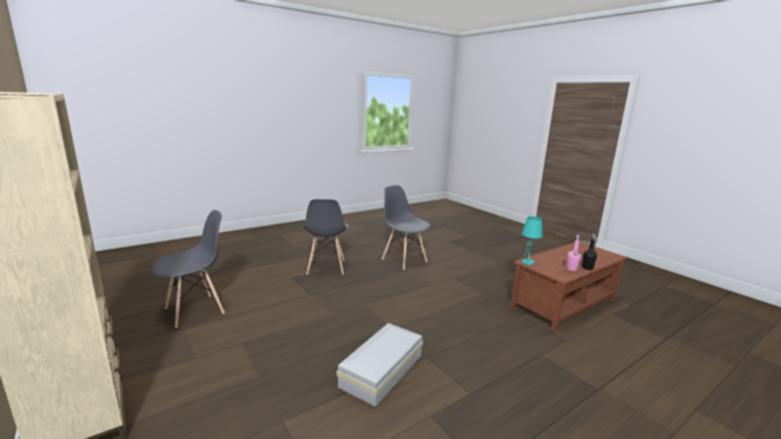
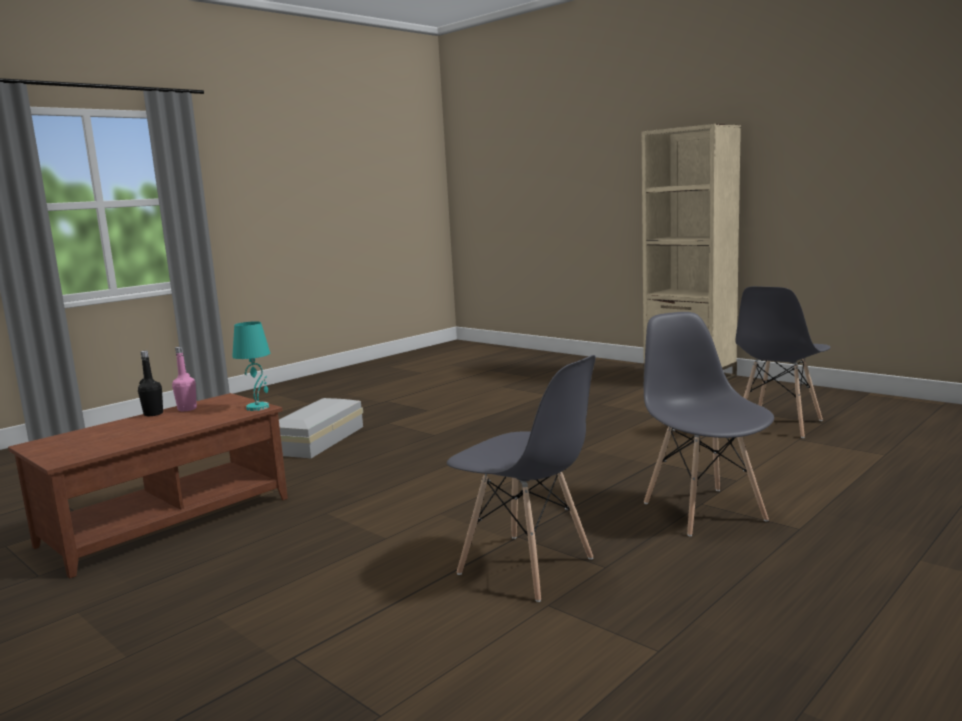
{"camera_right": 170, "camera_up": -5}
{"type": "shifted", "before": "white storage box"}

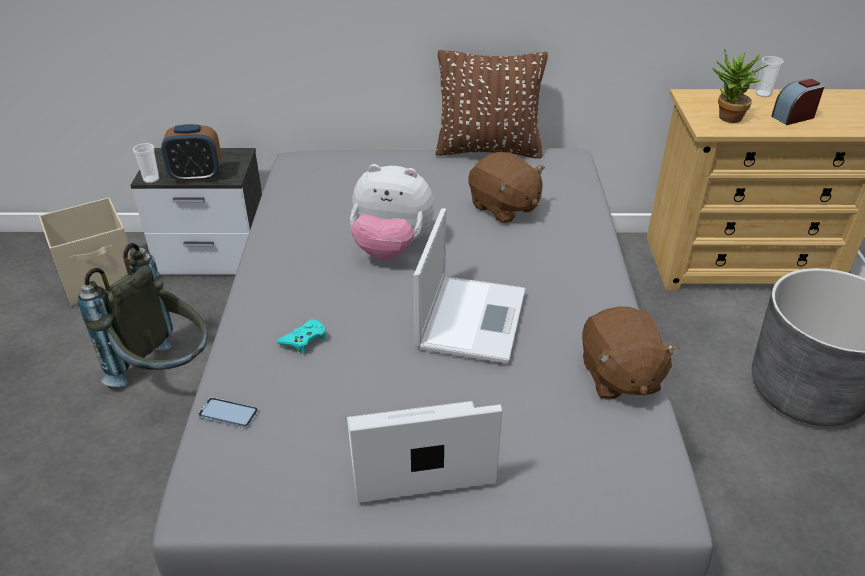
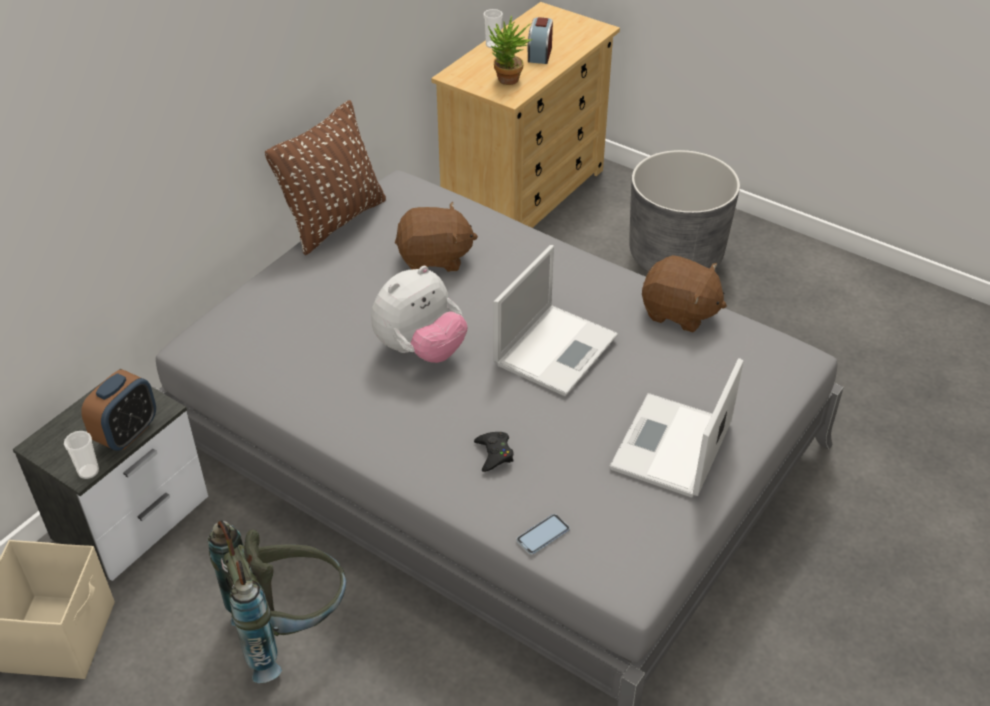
{"camera_right": -55, "camera_up": 5}
{"type": "repainted", "before": "turquoise game controller", "after": "black game controller"}
{"type": "rotated", "before": "laptop (no. 2 from left in the first image)", "turn": 75}

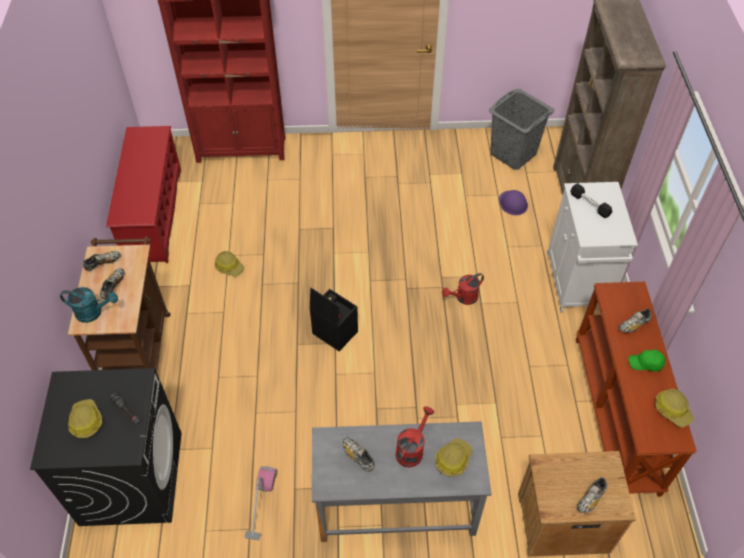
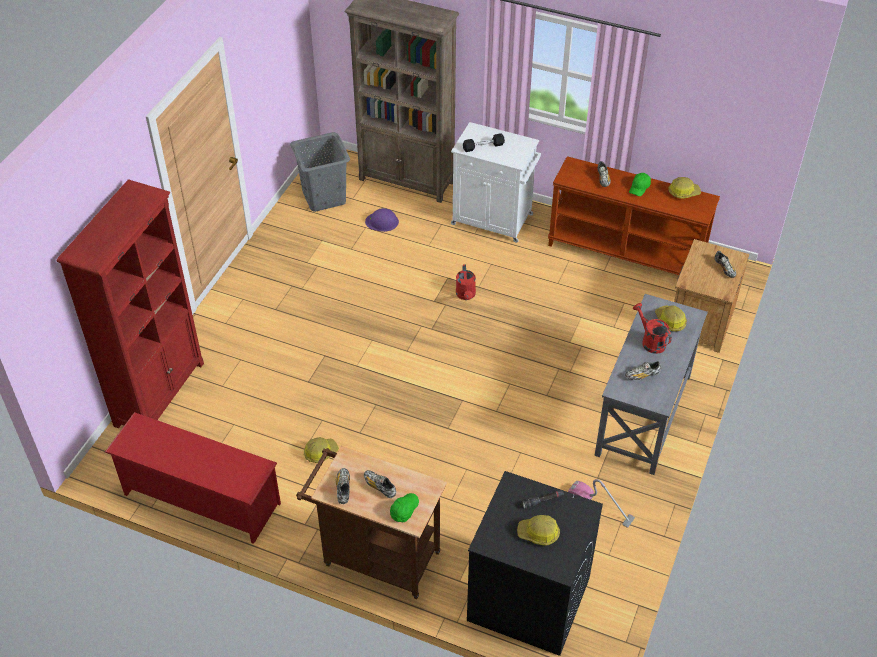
{"camera_right": -65, "camera_up": -5}
{"type": "gone", "before": "black storage box"}
{"type": "swapped", "before": "turquoise watering can", "after": "green cap (no. 1 from left)"}

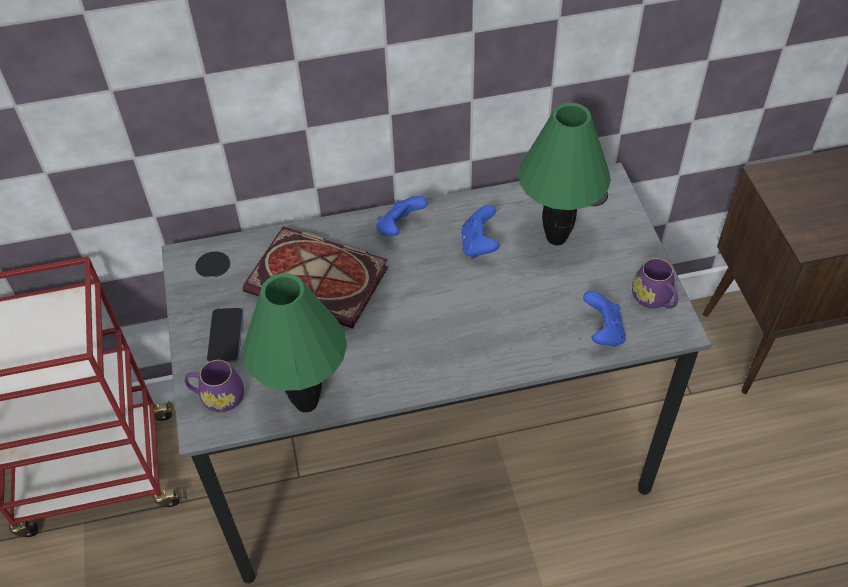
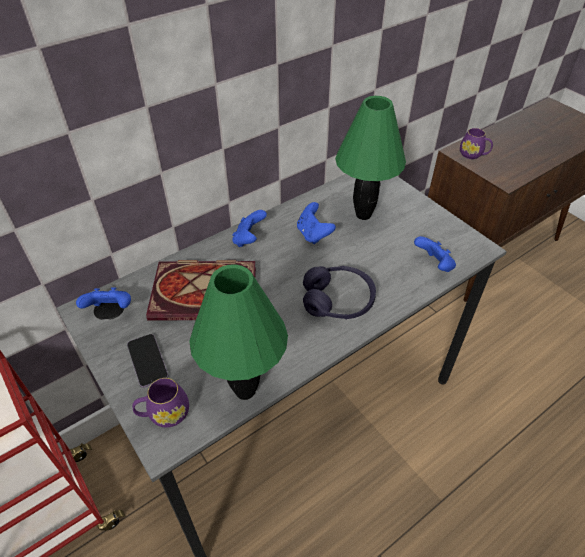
{"camera_right": -25, "camera_up": -5}
{"type": "new", "after": "blue game controller (no. 1 from left)"}
{"type": "new", "after": "purple headphones"}
{"type": "shifted", "before": "purple mug (no. 2 from left)"}

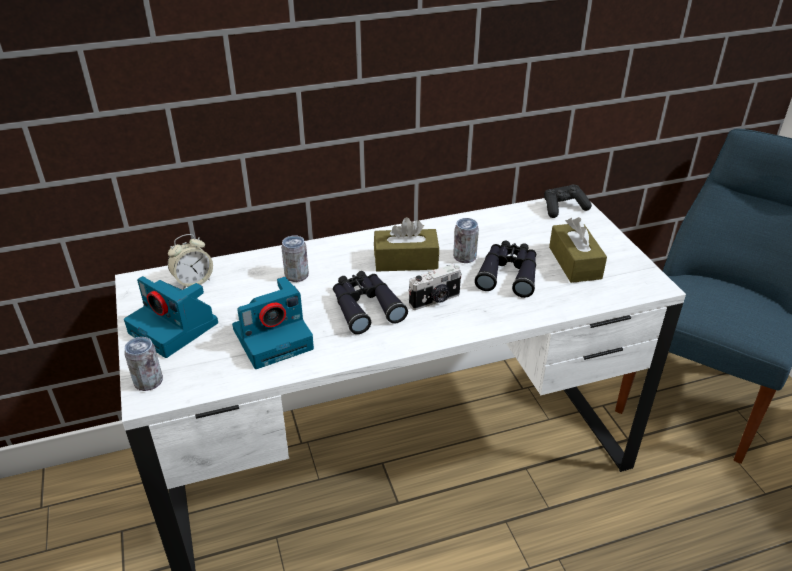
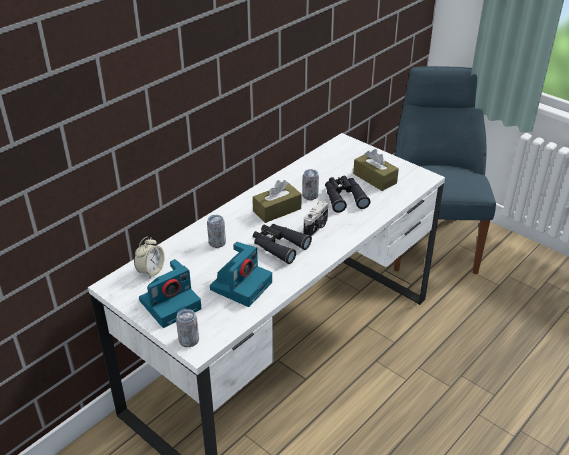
{"camera_right": -30, "camera_up": 0}
{"type": "gone", "before": "black game controller"}
{"type": "rotated", "before": "photo camera (no. 1 from left)", "turn": -45}

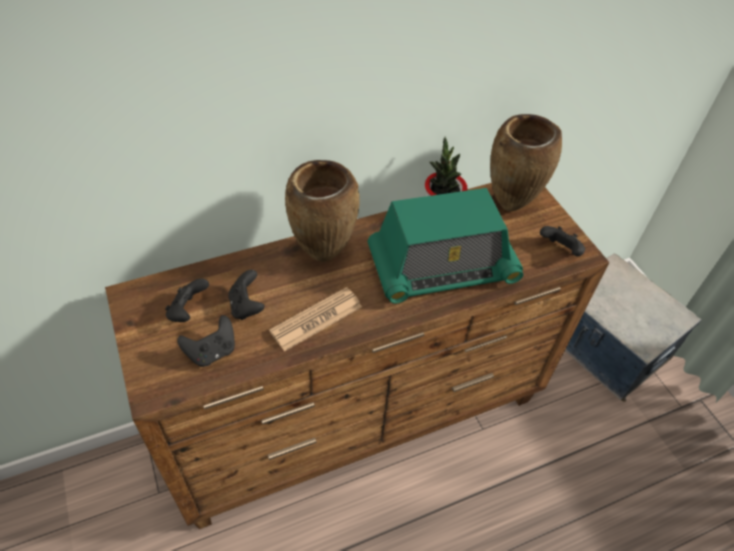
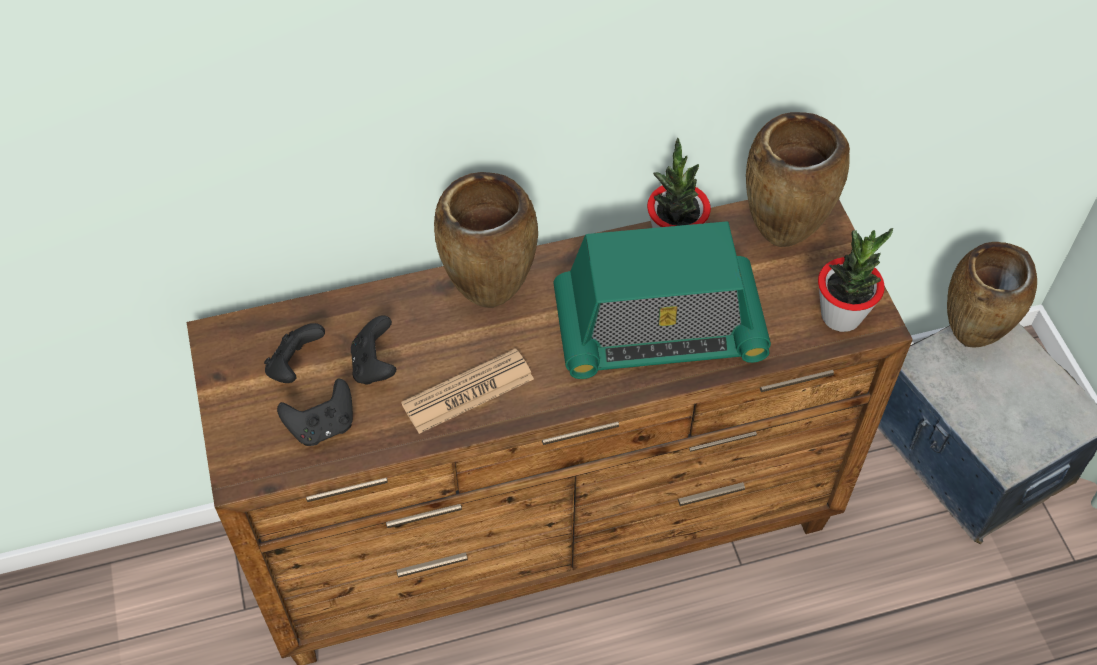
{"camera_right": 10, "camera_up": 5}
{"type": "new", "after": "brown vase (no. 3 from left)"}
{"type": "swapped", "before": "black game controller (no. 4 from left)", "after": "potted plant (no. 2 from left)"}

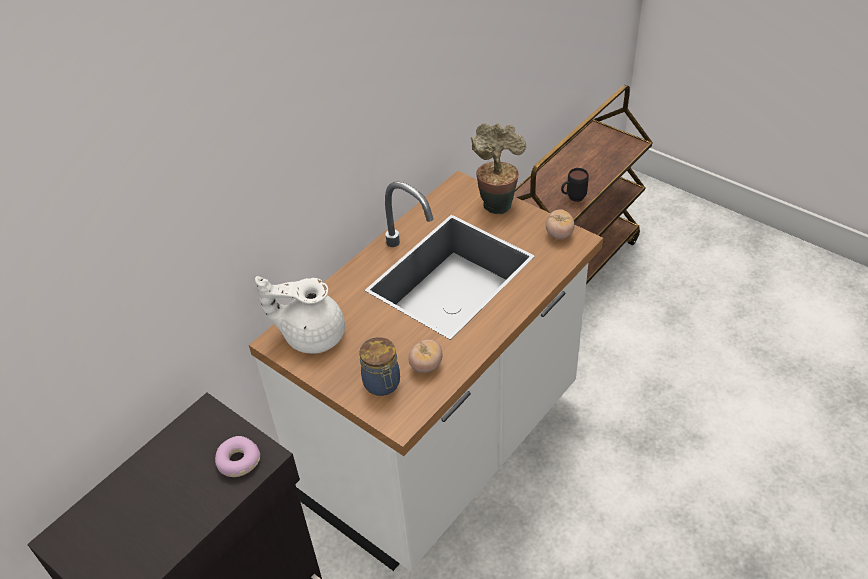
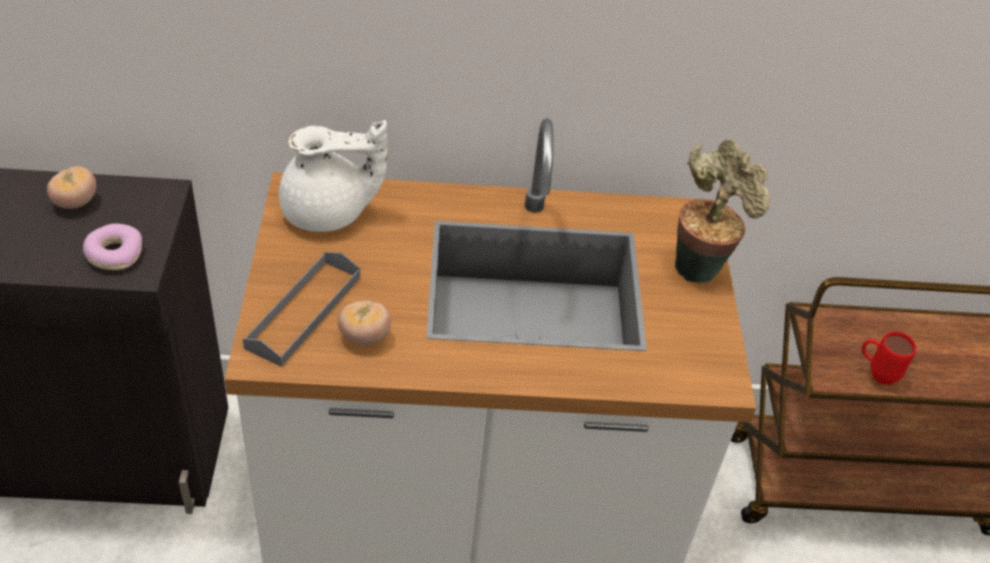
{"camera_right": 45, "camera_up": 0}
{"type": "shifted", "before": "tomato (no. 2 from left in the first image)", "after": "tomato (no. 1 from left)"}
{"type": "swapped", "before": "jar", "after": "grey tray"}
{"type": "repainted", "before": "black mug", "after": "red mug"}
{"type": "rotated", "before": "white teapot", "turn": 120}

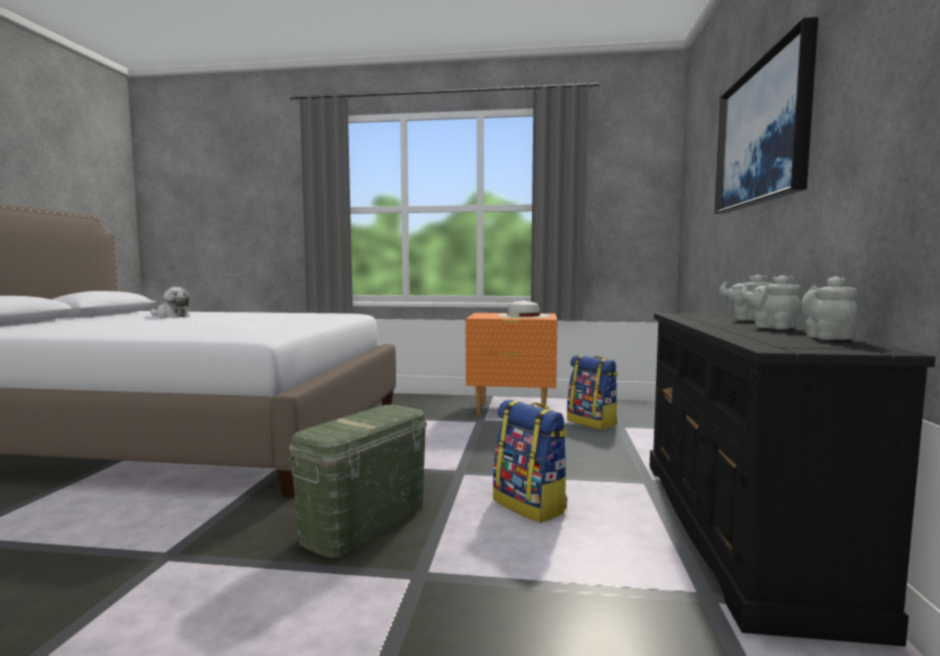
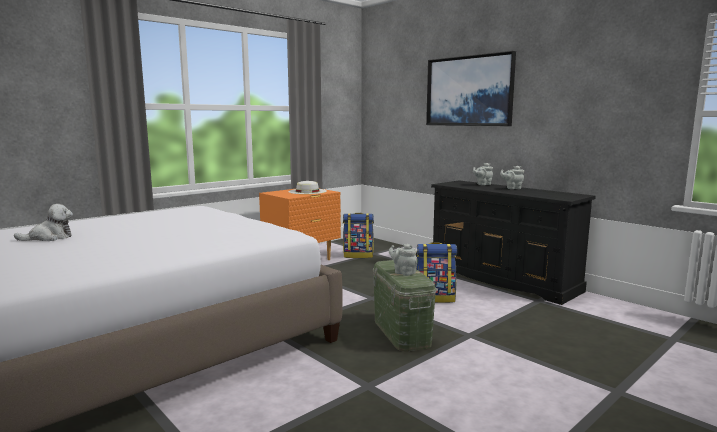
{"camera_right": -50, "camera_up": 5}
{"type": "shifted", "before": "grey teapot (no. 3 from left in the first image)", "after": "grey teapot (no. 1 from left)"}

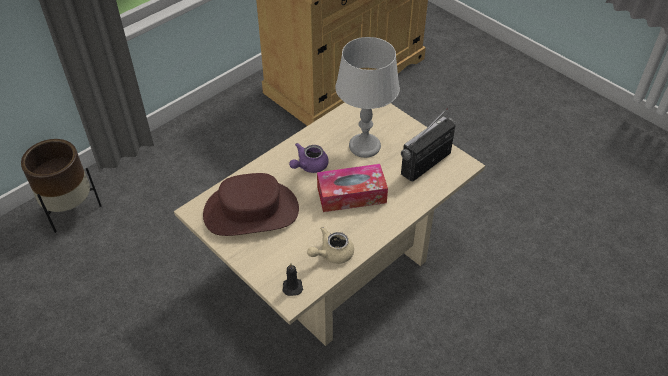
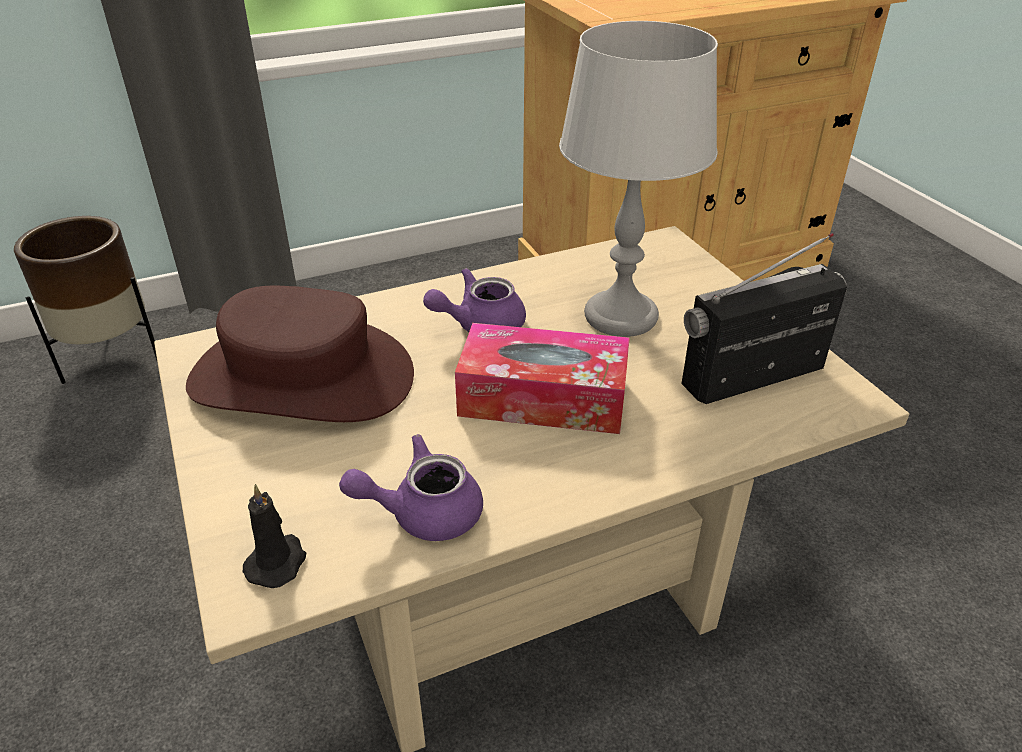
{"camera_right": 20, "camera_up": -10}
{"type": "repainted", "before": "beige teapot", "after": "purple teapot (no. 1 from left)"}

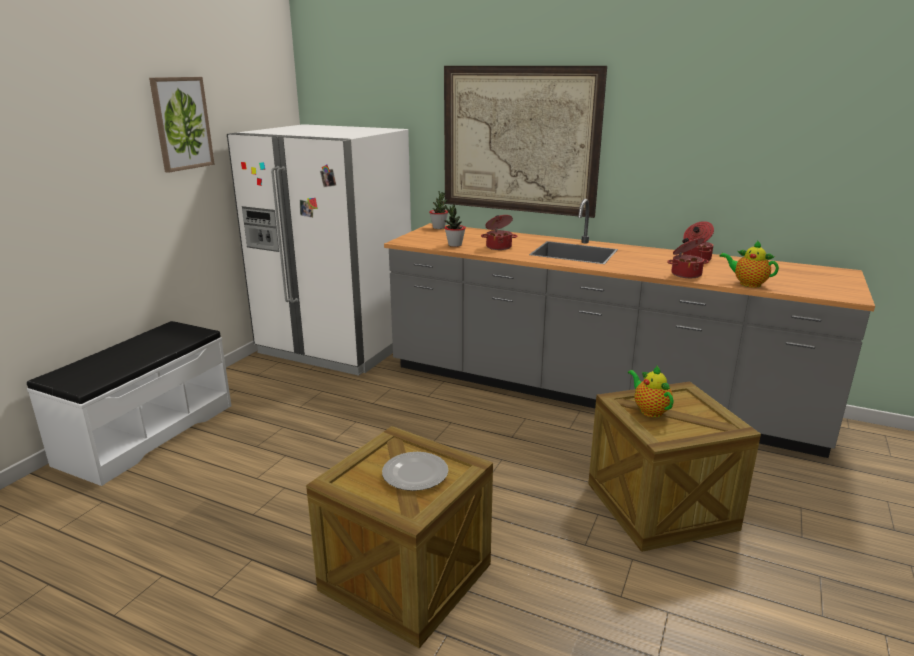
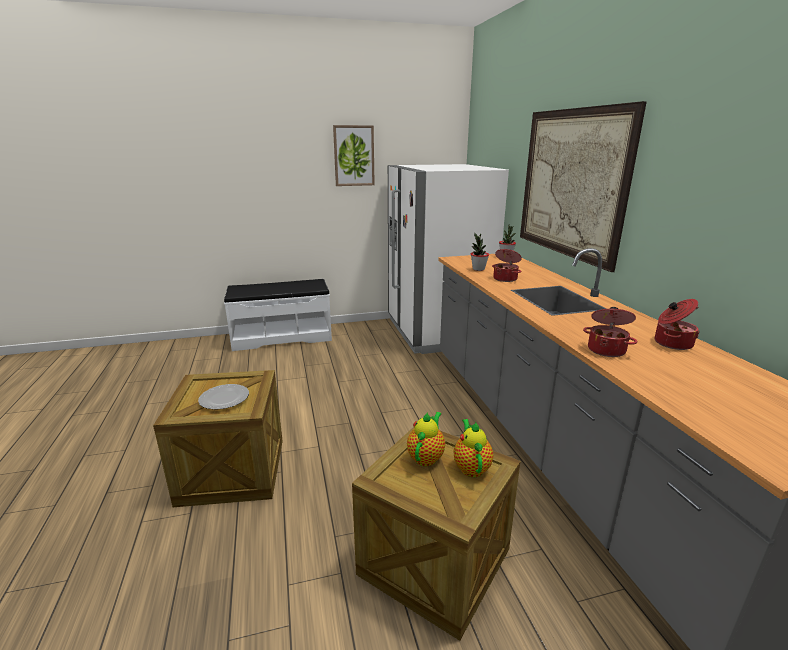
{"camera_right": 50, "camera_up": 0}
{"type": "shifted", "before": "teapot (no. 2 from left)"}

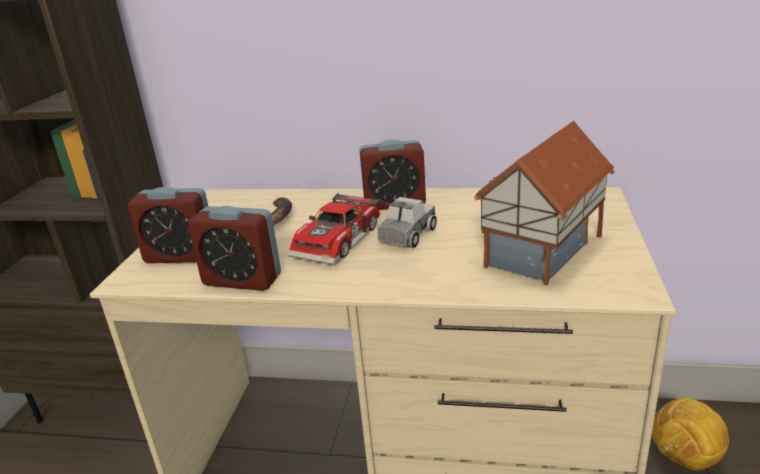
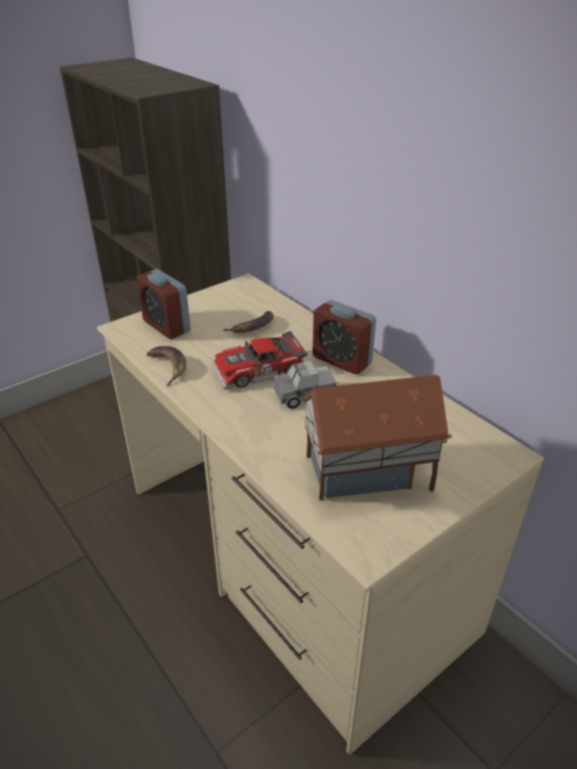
{"camera_right": 40, "camera_up": 10}
{"type": "gone", "before": "football"}
{"type": "swapped", "before": "alarm clock (no. 2 from left)", "after": "banana (no. 1 from left)"}

